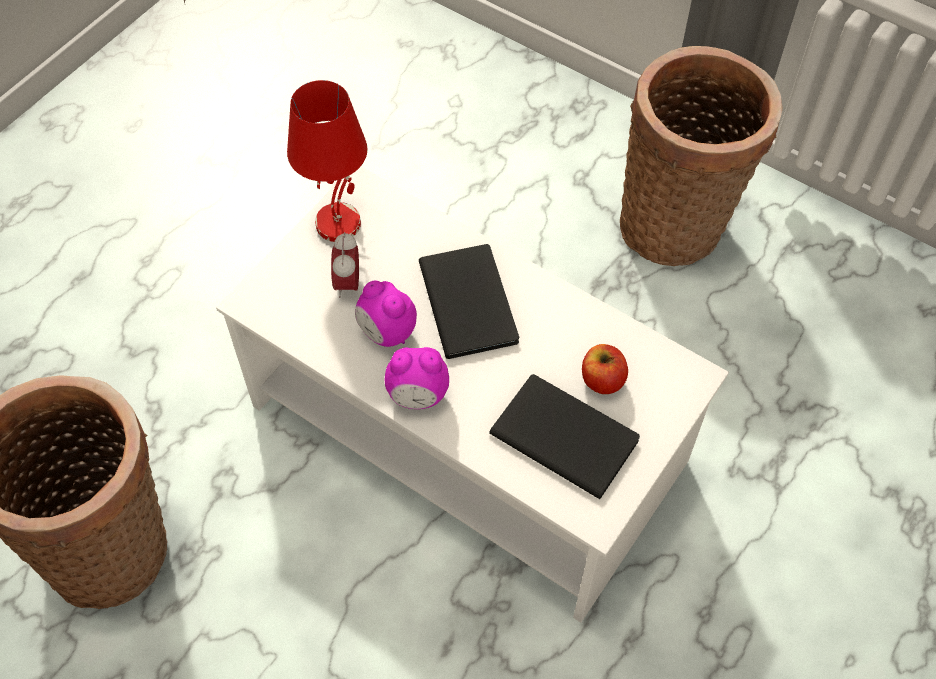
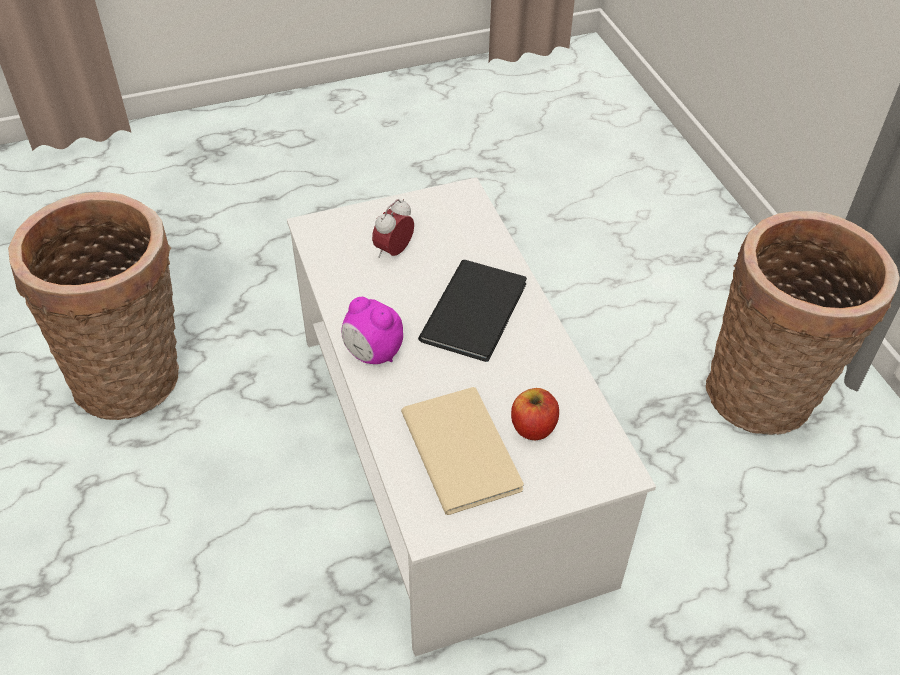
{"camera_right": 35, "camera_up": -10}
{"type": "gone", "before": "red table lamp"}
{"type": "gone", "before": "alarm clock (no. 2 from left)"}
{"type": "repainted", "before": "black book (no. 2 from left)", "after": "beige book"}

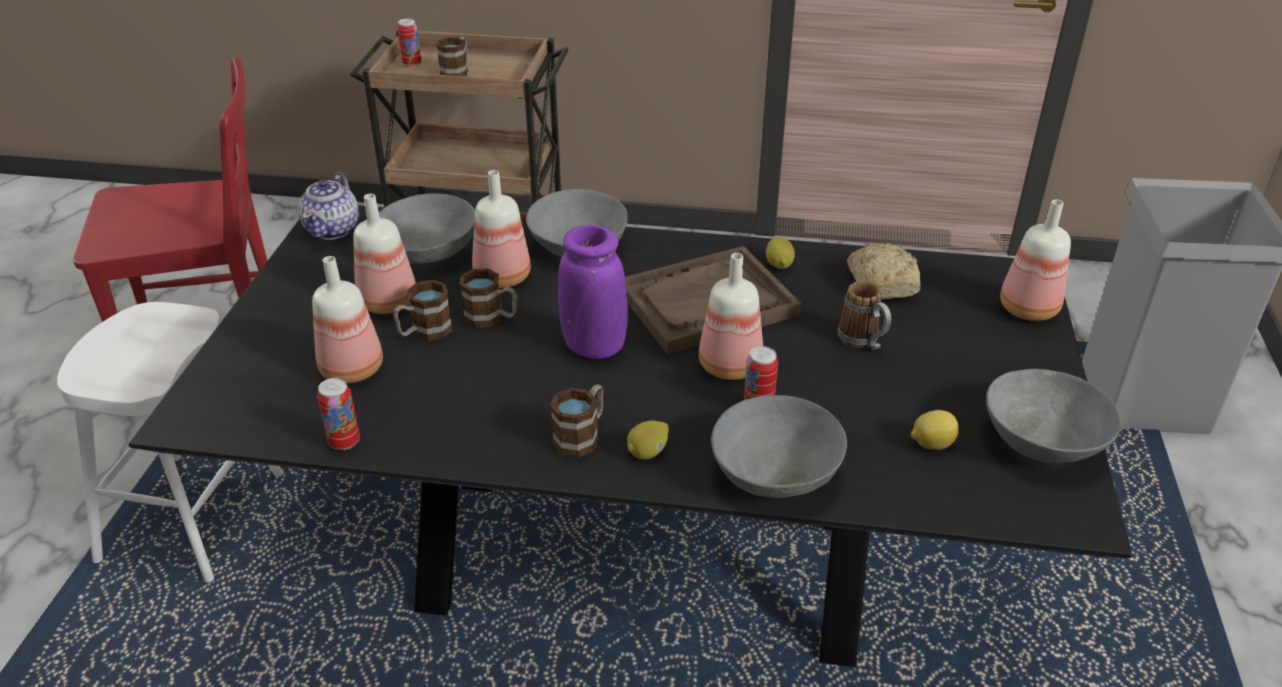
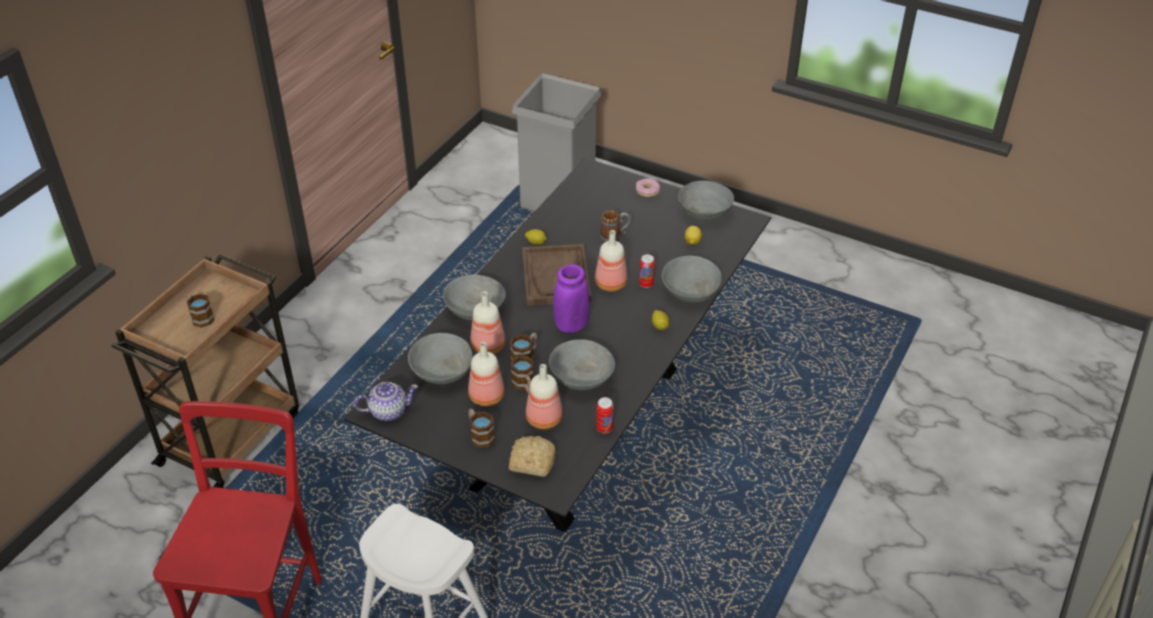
{"camera_right": -70, "camera_up": 5}
{"type": "gone", "before": "can (no. 2 from left)"}
{"type": "gone", "before": "bottle (no. 5 from left)"}
{"type": "new", "after": "grey bowl (no. 3 from left)"}
{"type": "new", "after": "donut"}
{"type": "shifted", "before": "mug (no. 4 from left in the first image)", "after": "mug (no. 2 from left)"}
{"type": "shifted", "before": "bread"}
{"type": "rotated", "before": "teapot", "turn": -45}

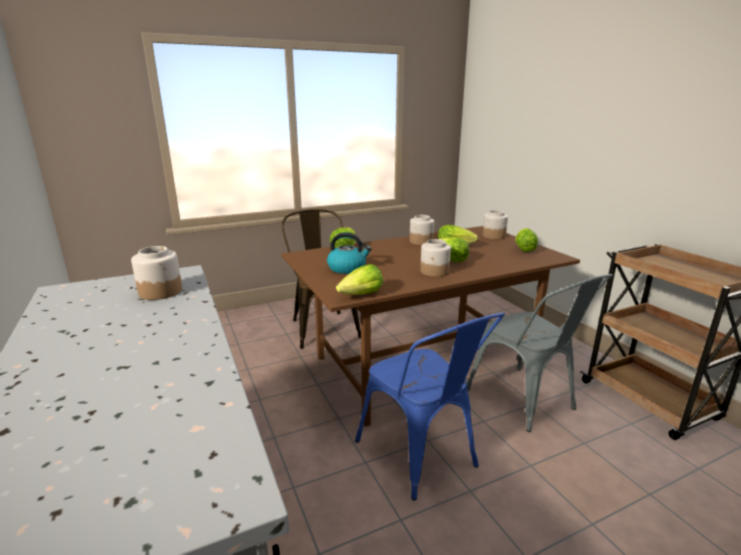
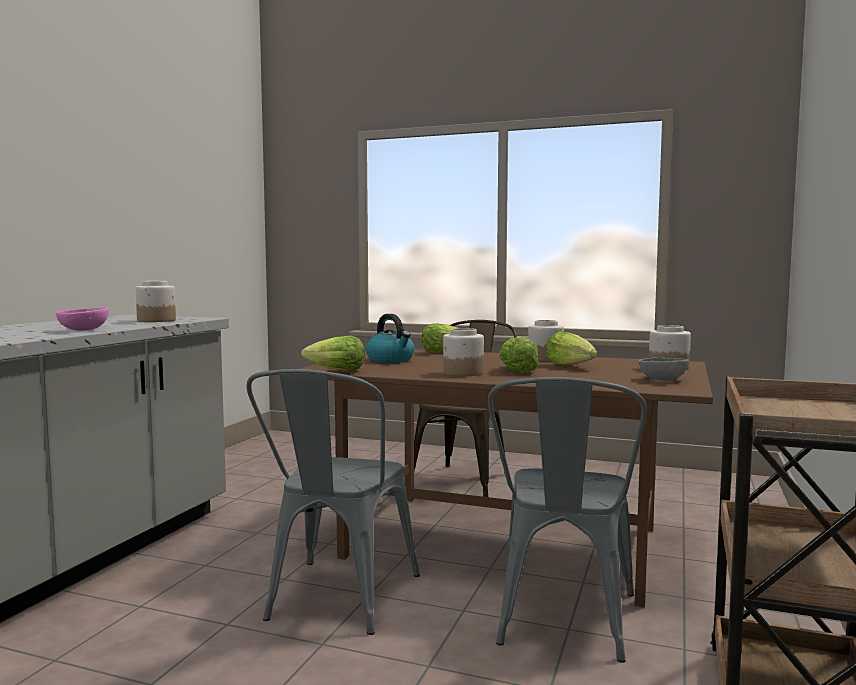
{"camera_right": 45, "camera_up": -15}
{"type": "new", "after": "pink bowl"}
{"type": "swapped", "before": "lettuce (no. 5 from left)", "after": "grey bowl"}
{"type": "repainted", "before": "blue chair", "after": "grey chair (no. 1 from left)"}

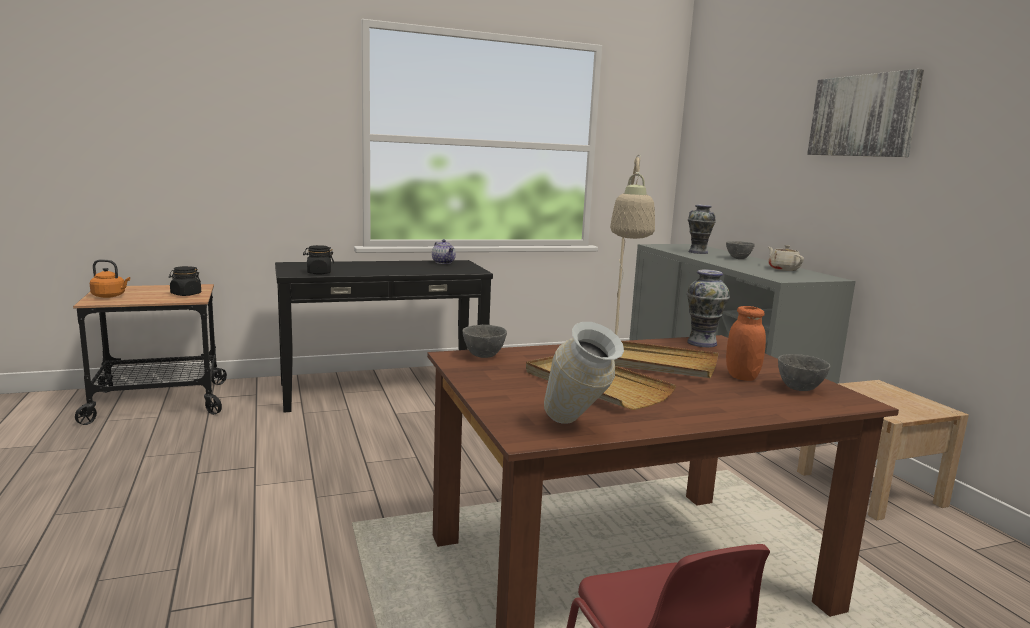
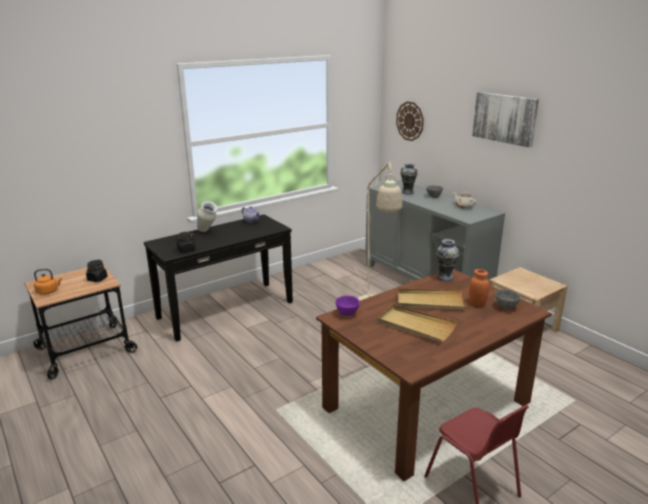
{"camera_right": -15, "camera_up": 10}
{"type": "new", "after": "wall clock"}
{"type": "shifted", "before": "vase (no. 1 from left)"}
{"type": "repainted", "before": "grey bowl (no. 1 from left)", "after": "purple bowl"}

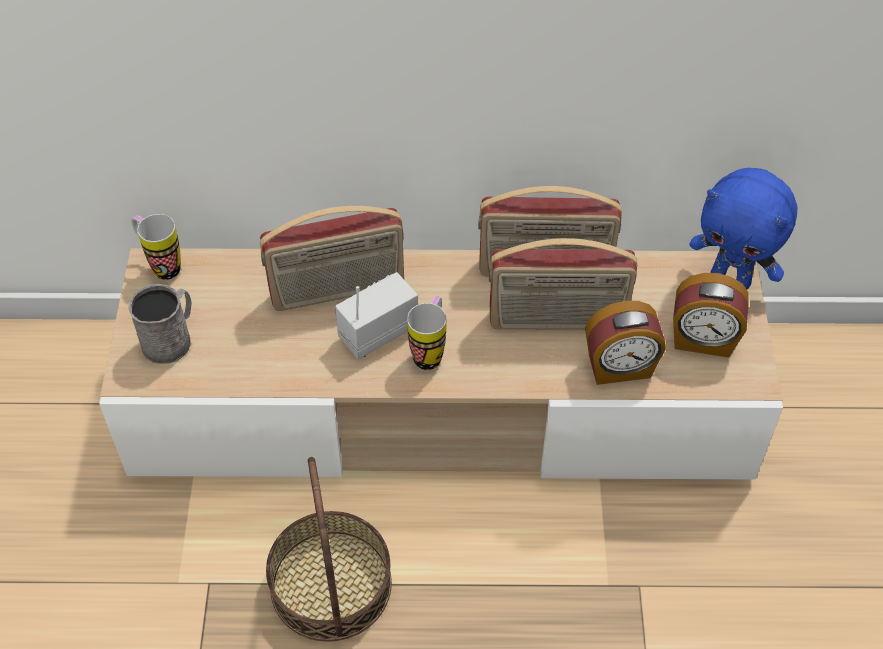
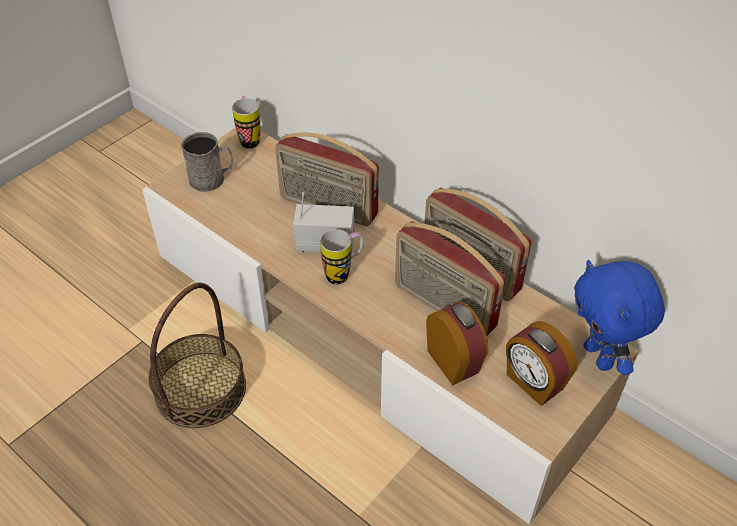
{"camera_right": 40, "camera_up": -5}
{"type": "rotated", "before": "alarm clock (no. 1 from left)", "turn": -150}

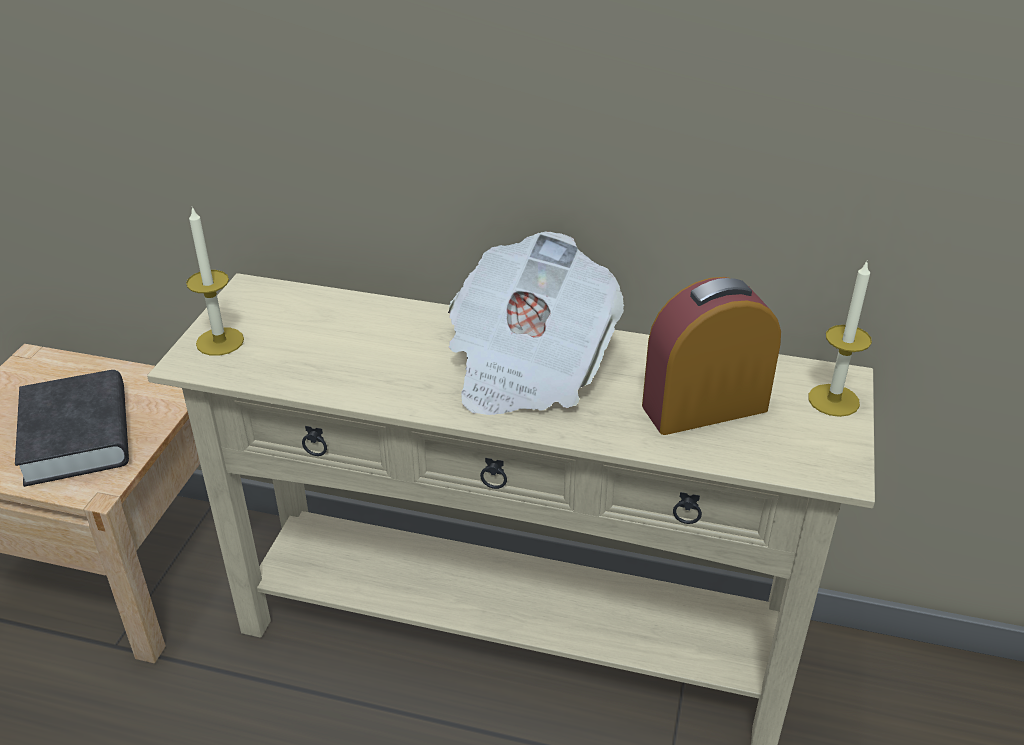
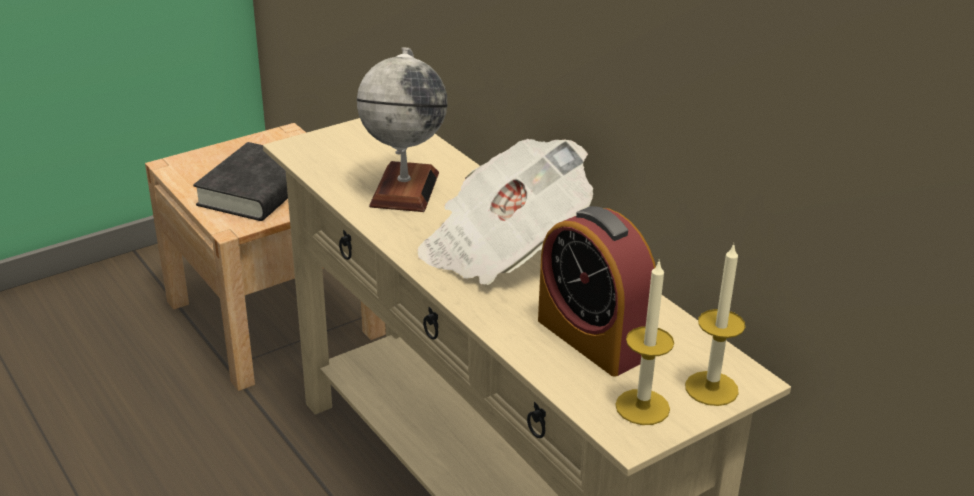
{"camera_right": 40, "camera_up": -5}
{"type": "new", "after": "globe"}
{"type": "shifted", "before": "candle (no. 1 from left)"}
{"type": "rotated", "before": "alarm clock", "turn": -150}

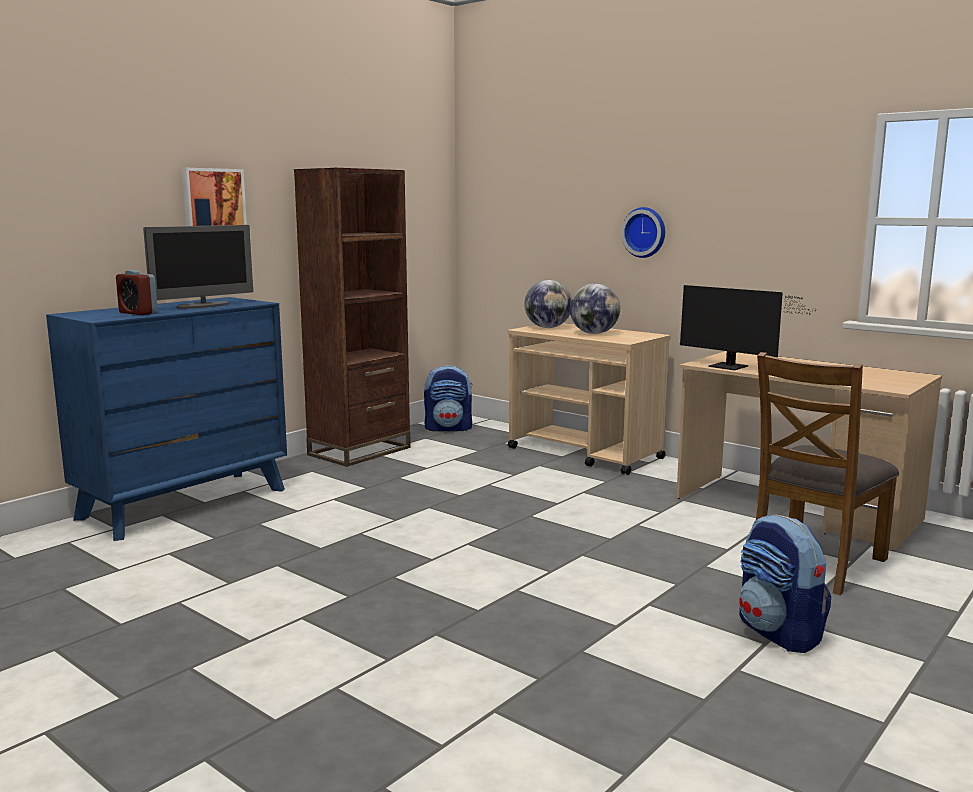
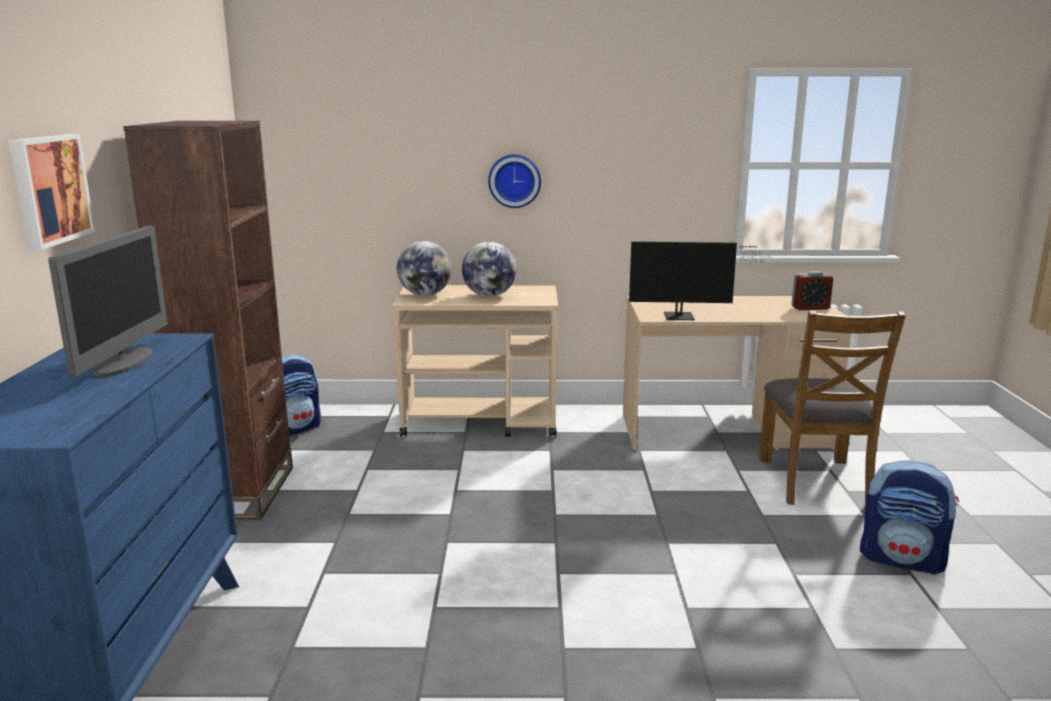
{"camera_right": -40, "camera_up": 5}
{"type": "shifted", "before": "alarm clock"}

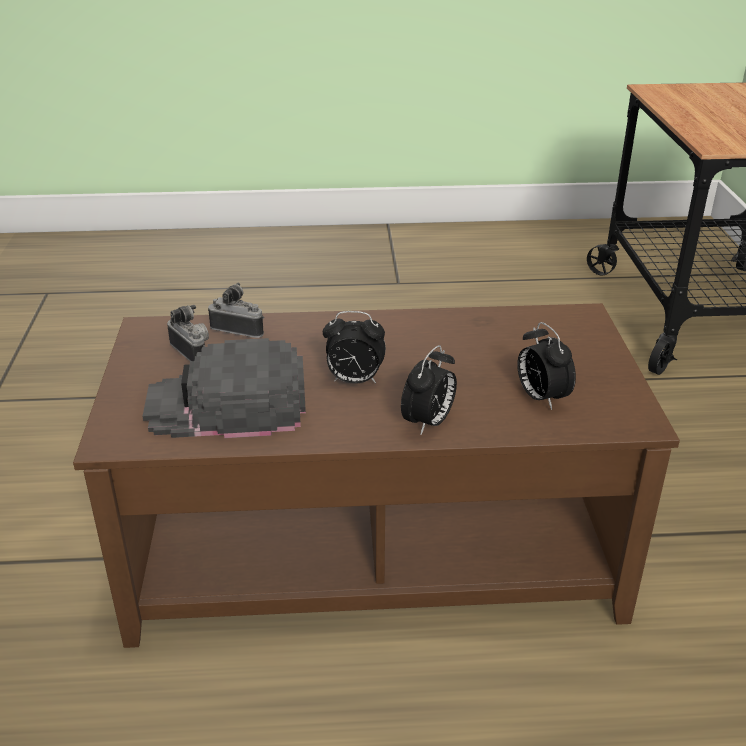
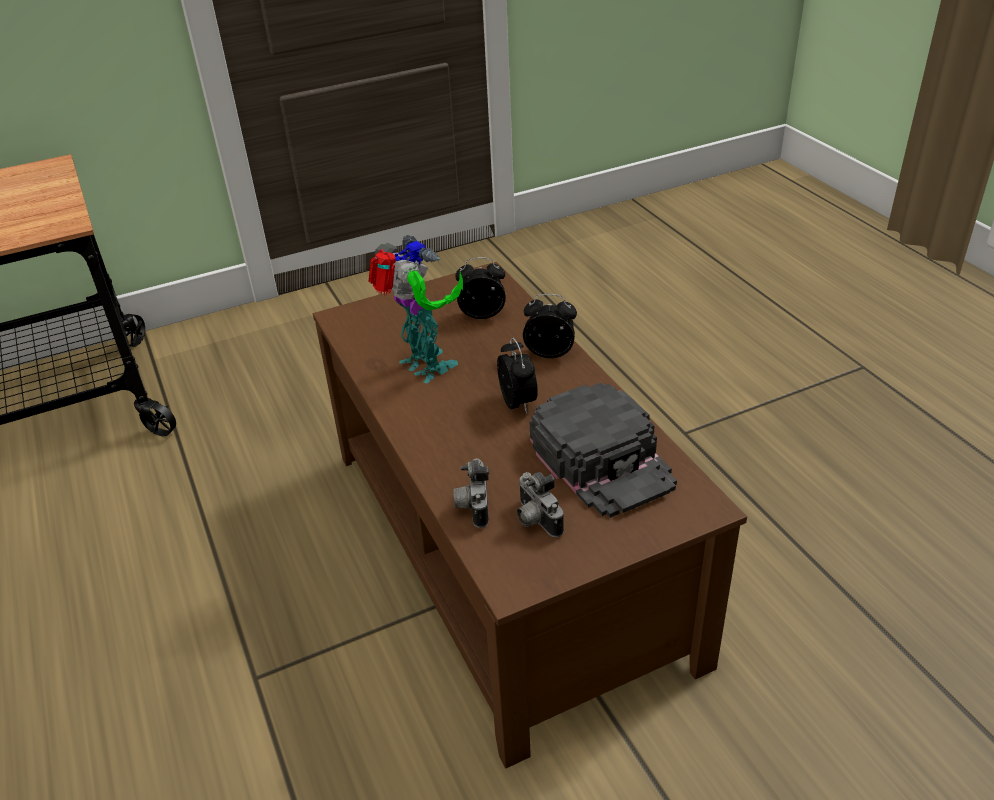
{"camera_right": -110, "camera_up": 5}
{"type": "new", "after": "toy robot"}
{"type": "rotated", "before": "photo camera (no. 1 from left in the first image)", "turn": -60}
{"type": "rotated", "before": "alarm clock (no. 3 from left in the first image)", "turn": -135}

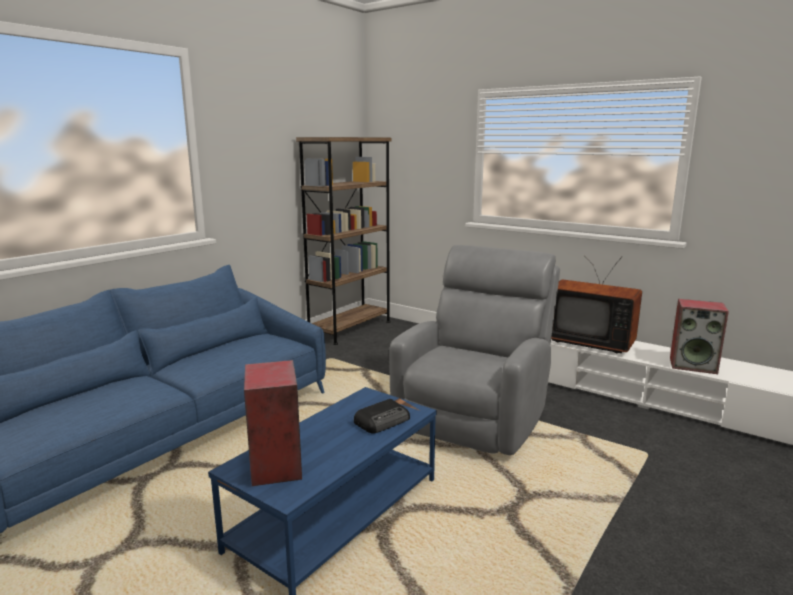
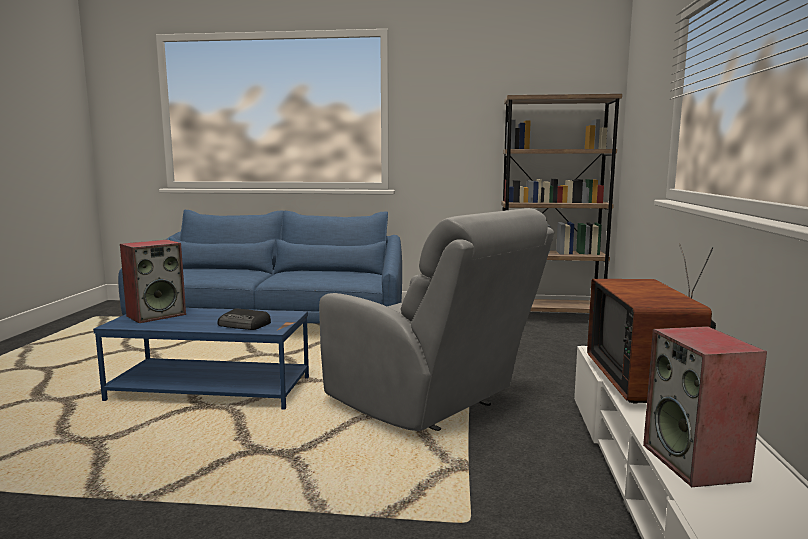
{"camera_right": 60, "camera_up": -5}
{"type": "rotated", "before": "grey armchair", "turn": 45}

